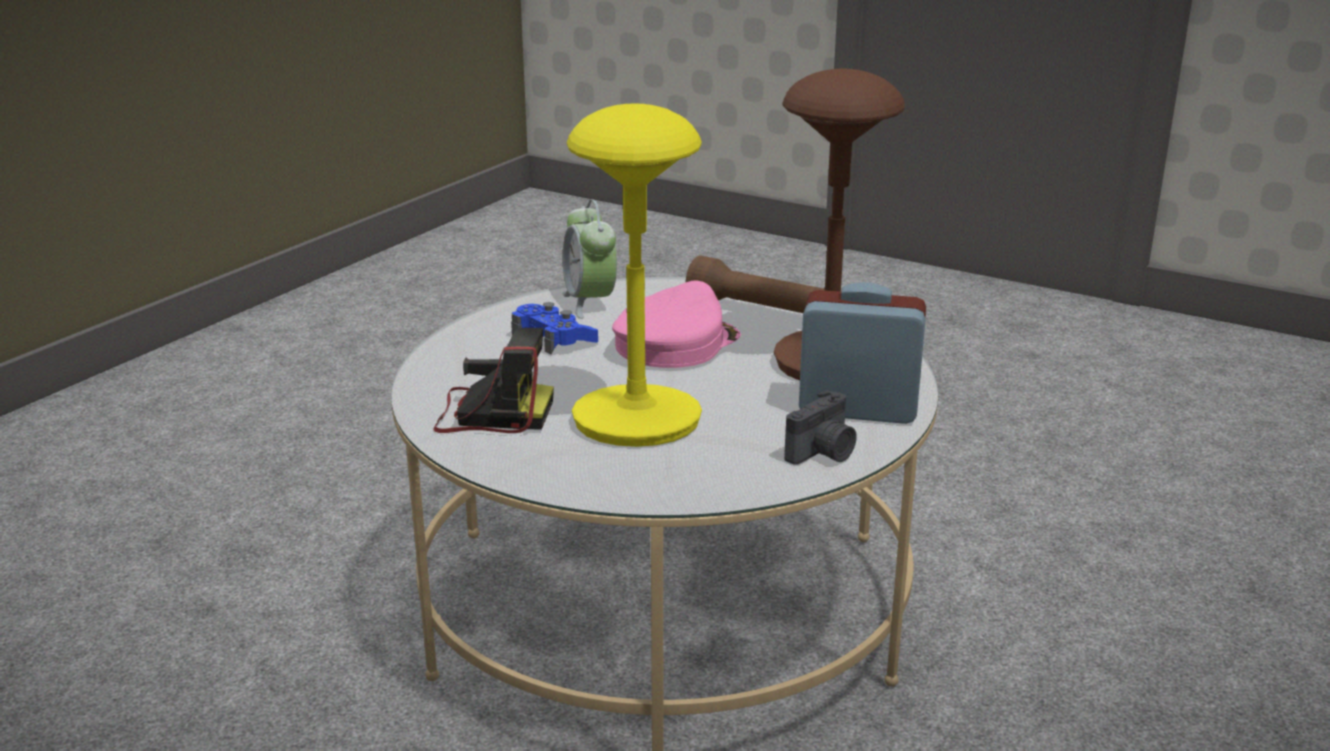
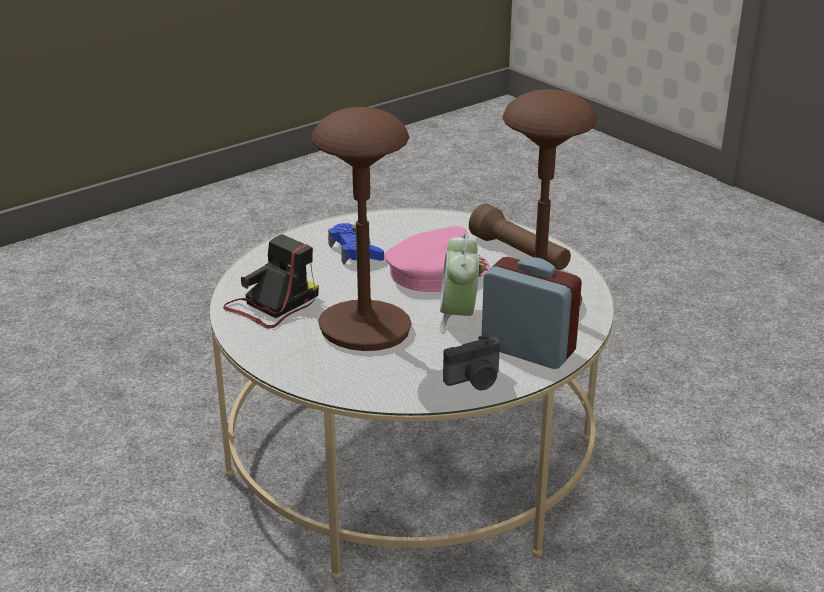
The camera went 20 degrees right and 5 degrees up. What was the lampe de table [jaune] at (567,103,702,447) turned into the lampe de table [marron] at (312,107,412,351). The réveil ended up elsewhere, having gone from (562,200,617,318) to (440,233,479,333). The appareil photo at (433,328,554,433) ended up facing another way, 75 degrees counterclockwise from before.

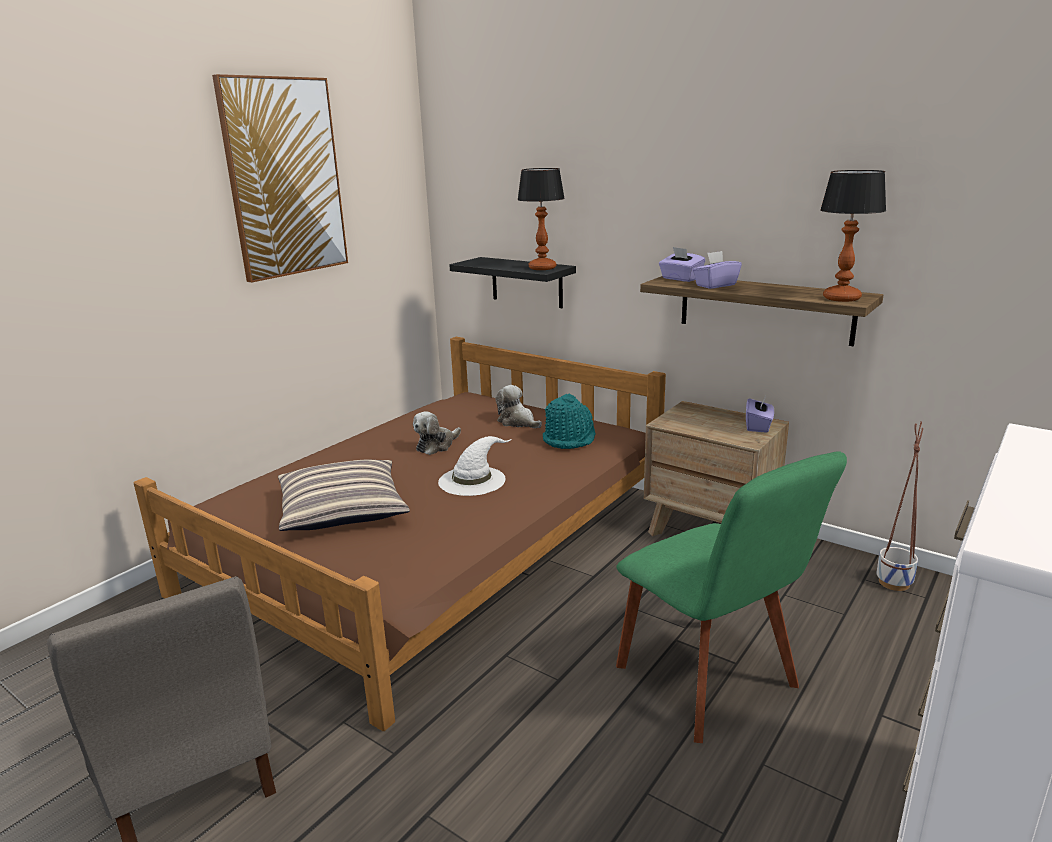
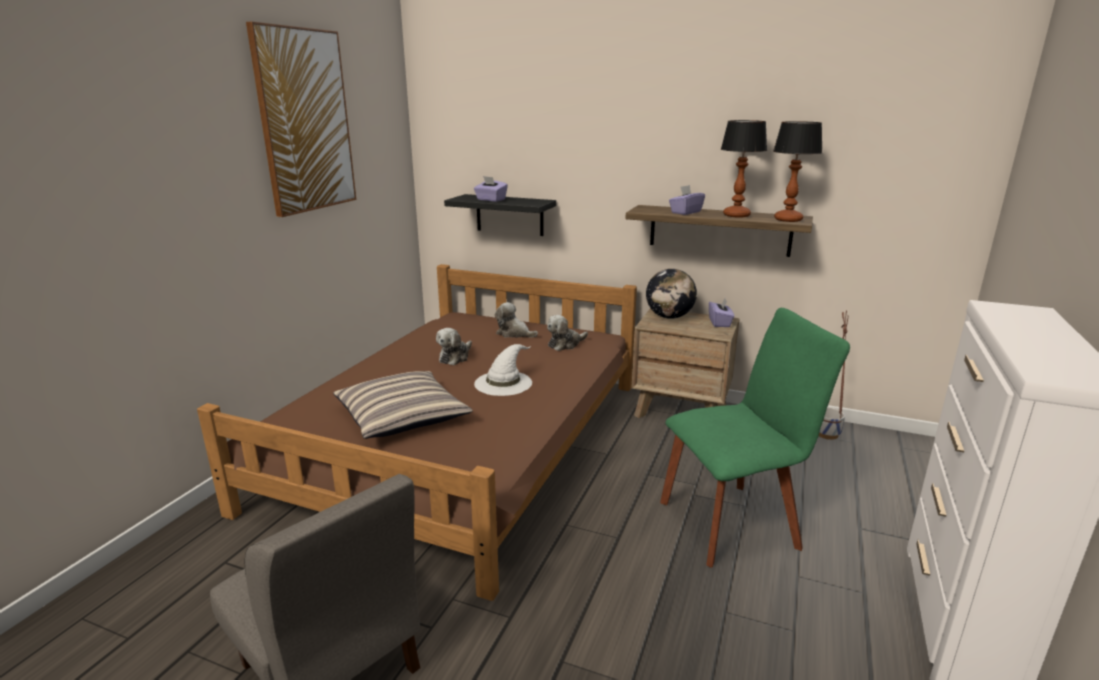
The camera went 15 degrees left and 0 degrees up. The lampe de table ended up elsewhere, having gone from (517,168,565,270) to (721,120,767,218). The boîte à mouchoirs [violet] ended up elsewhere, having gone from (659,247,706,282) to (474,176,508,202). Where the chapeau [turquoise] stood at (543,393,596,449), the peluche came to stand at (547,315,588,351). The chaise [vert] at (616,451,847,743) ended up facing another way, 60 degrees counterclockwise from before. The second view gained the globe at (646,269,697,319).

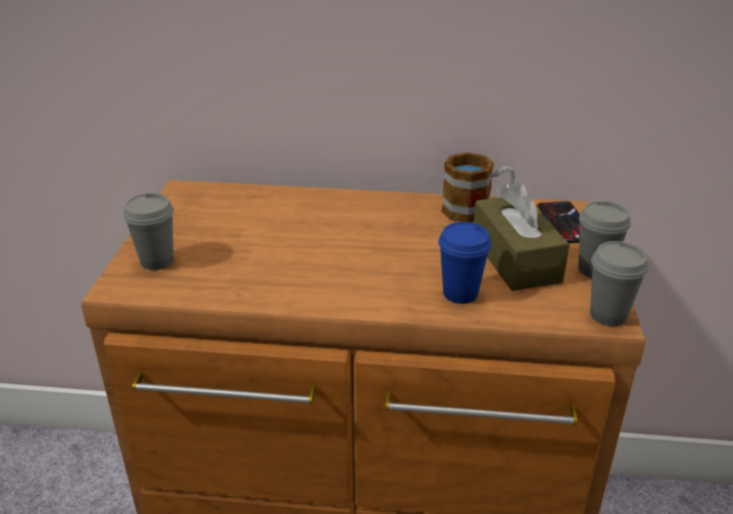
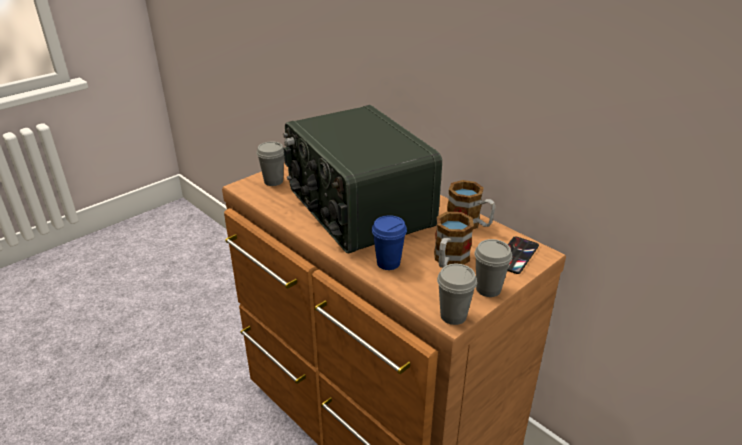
The camera went 40 degrees right and 0 degrees up. Where the boîte à mouchoirs [marron] stood at (474,181,570,291), the mug came to stand at (434,212,474,268). The second view gained the radio at (283,105,442,253).

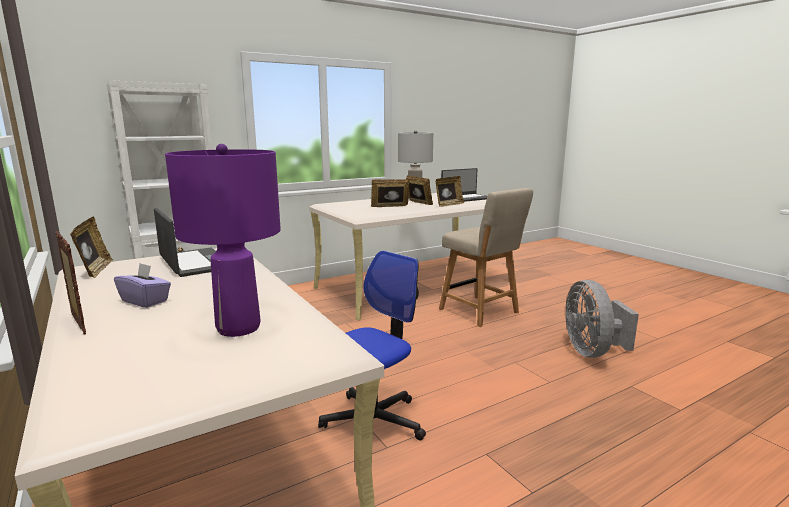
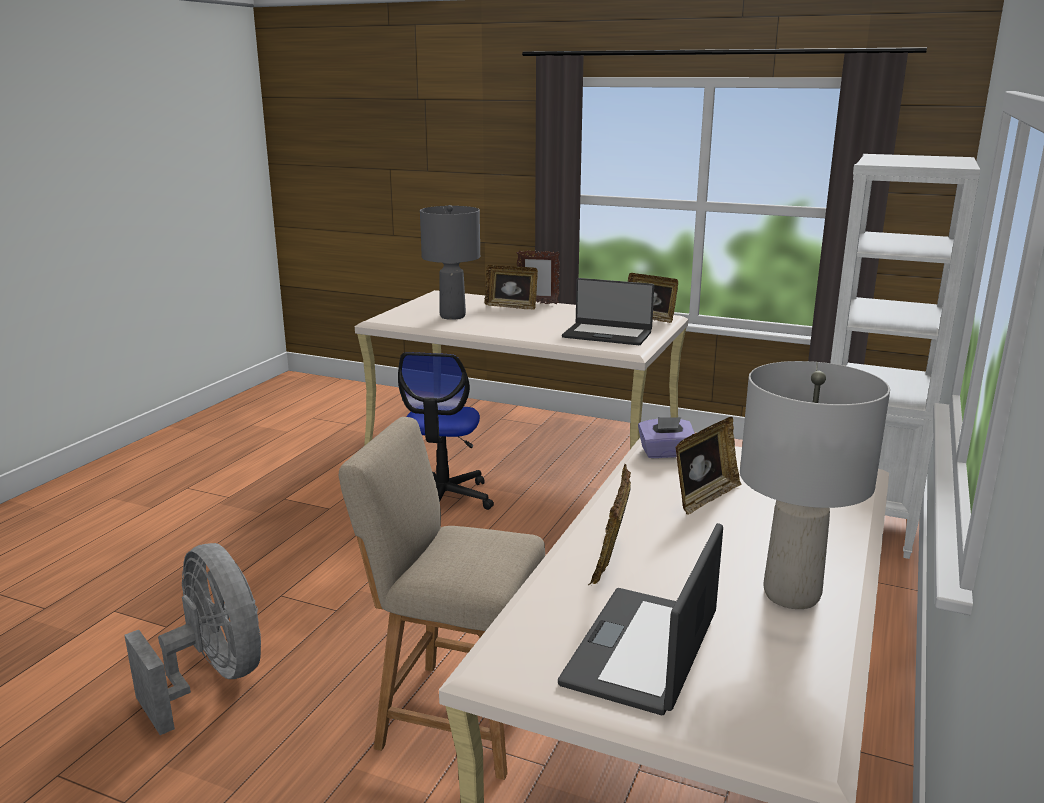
The camera went 145 degrees right and 5 degrees up. What was the lampe de table [violet] at (165,144,281,337) turned into the lampe de table [gris] at (420,205,480,320). The cadre photo ended up elsewhere, having gone from (406,175,433,205) to (485,265,538,310). The boîte à mouchoirs [violet] ended up elsewhere, having gone from (114,263,171,308) to (638,417,695,458).

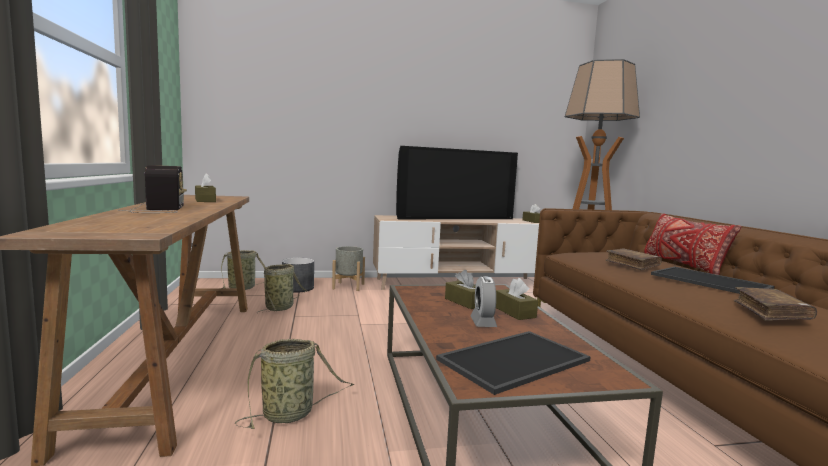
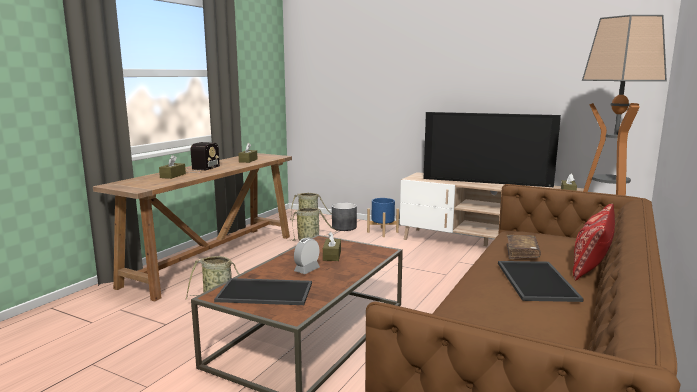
The camera went 40 degrees right and 5 degrees up. What was the cache-pot [gris] at (332,246,365,291) turned into the cache-pot [bleu] at (367,198,399,237). The boîte à mouchoirs [marron] ended up elsewhere, having gone from (496,278,538,320) to (159,155,186,179). The second view lost the livre [marron] at (734,287,817,321).

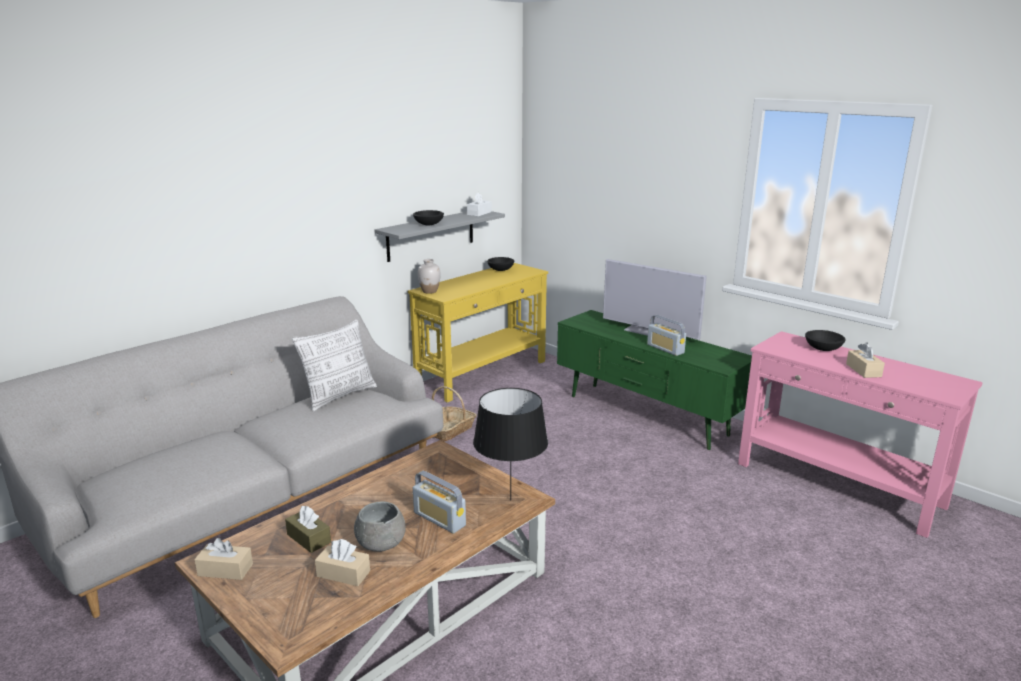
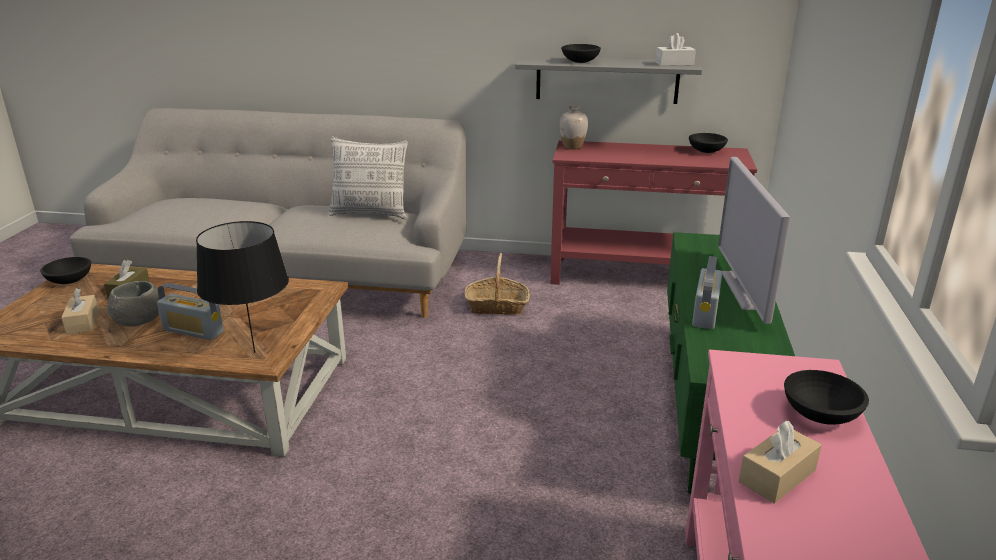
The camera went 55 degrees right and 5 degrees up. What was the table console [jaune] at (408,263,548,403) turned into the table console [rouge] at (550,140,757,285). The radio at (413,471,466,533) ended up facing another way, 75 degrees counterclockwise from before. Where the boîte à mouchoirs [beige] stood at (194,538,253,580), the bol [noir] came to stand at (40,257,91,284).

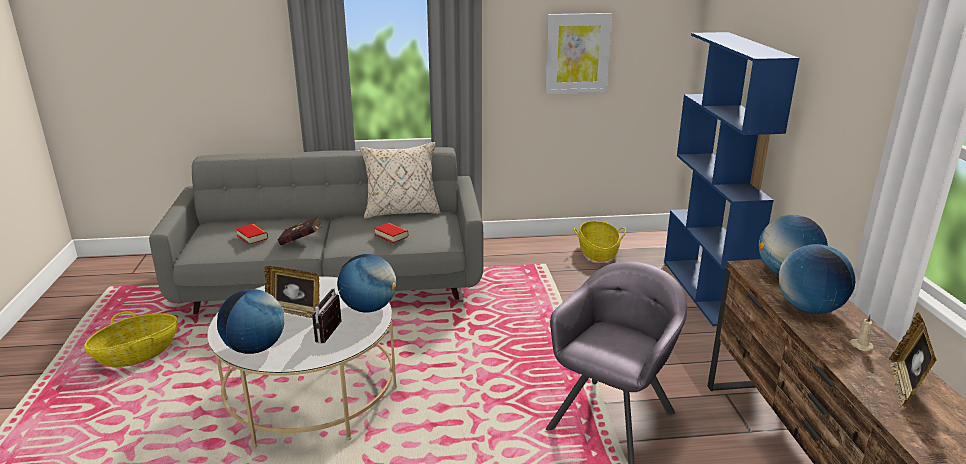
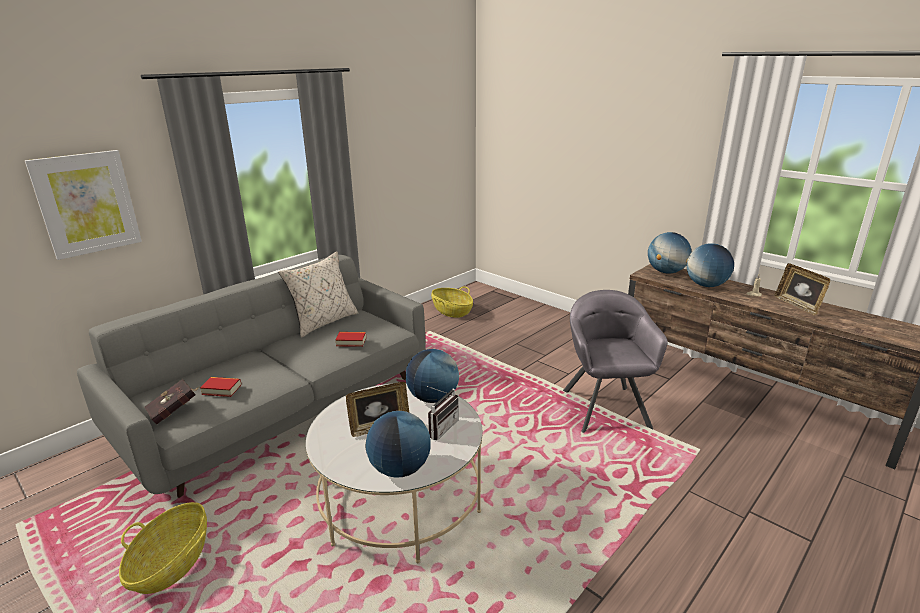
The camera went 40 degrees left and 0 degrees up. The tableau ended up elsewhere, having gone from (545,13,612,94) to (25,150,142,260). The second view lost the bibliothèque [bleu] at (664,32,800,326). The livre [rouge] ended up elsewhere, having gone from (278,217,322,245) to (144,379,199,424). The radio at (312,288,342,344) ended up facing another way, 120 degrees counterclockwise from before.

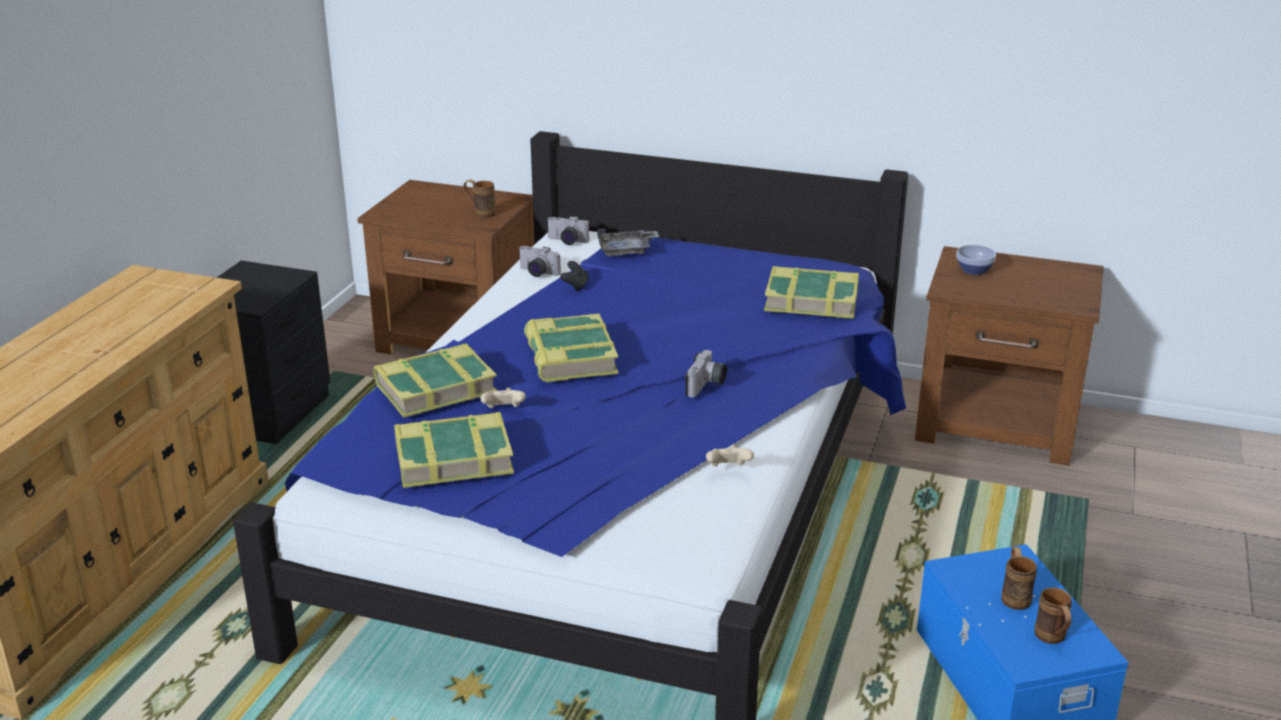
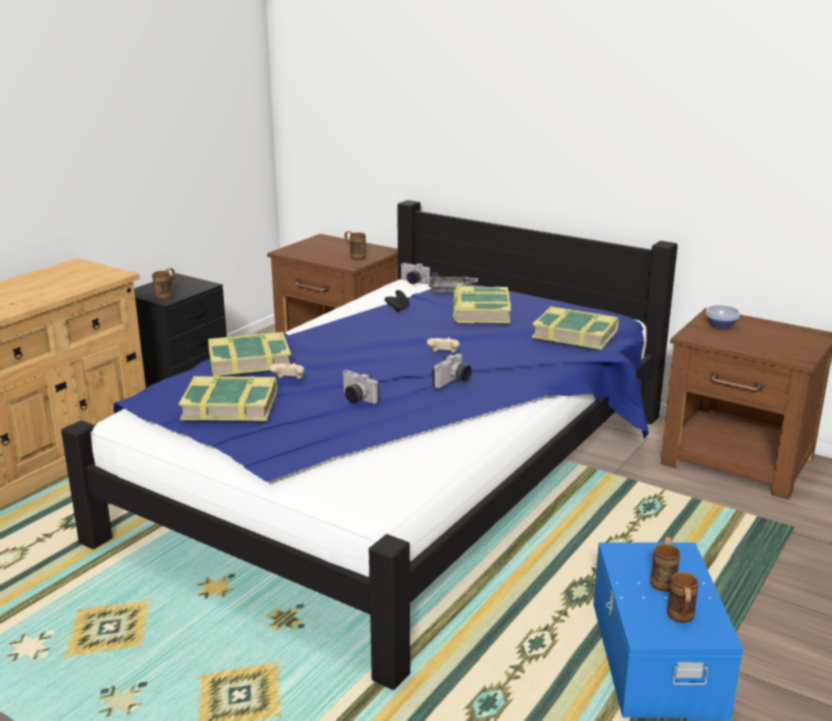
The camera went 15 degrees right and 5 degrees down. The appareil photo ended up elsewhere, having gone from (518,246,561,277) to (342,370,379,404). The livre ended up elsewhere, having gone from (524,314,618,382) to (453,286,511,323). The manette [beige] ended up elsewhere, having gone from (706,445,754,467) to (427,338,460,353). The second view gained the mug [marron] at (152,268,175,301).

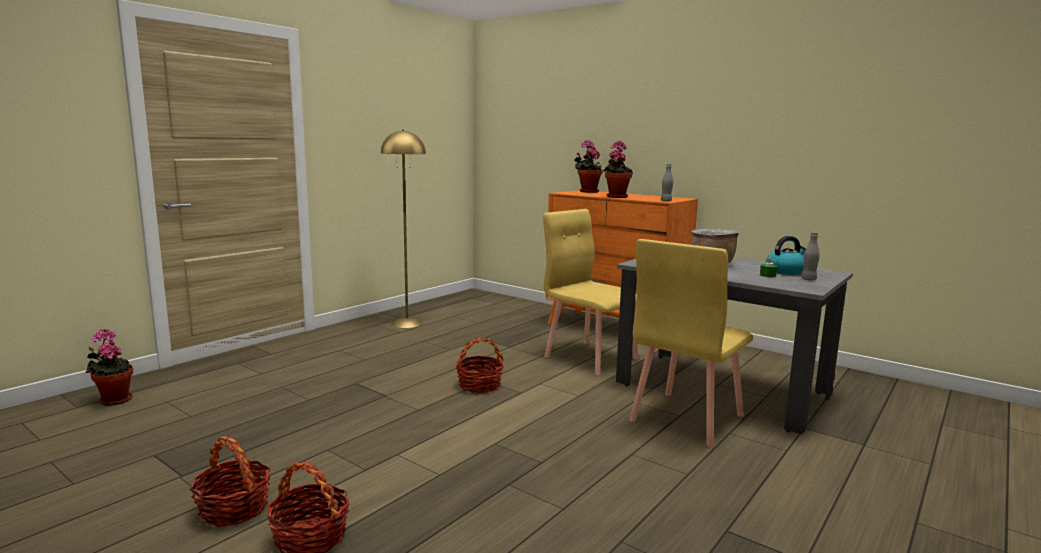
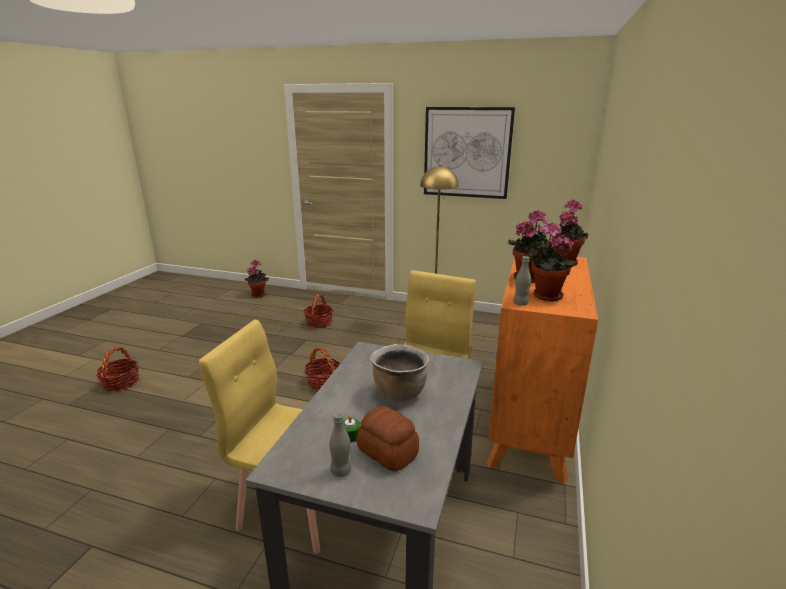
The camera went 70 degrees right and 10 degrees up. Where the bouilloire stood at (766,236,806,275), the pain came to stand at (357,406,419,471). The panier ended up elsewhere, having gone from (190,437,271,527) to (303,293,333,328). The second view gained the tableau at (424,107,515,199). The second view gained the plante en pot at (528,222,577,301).

